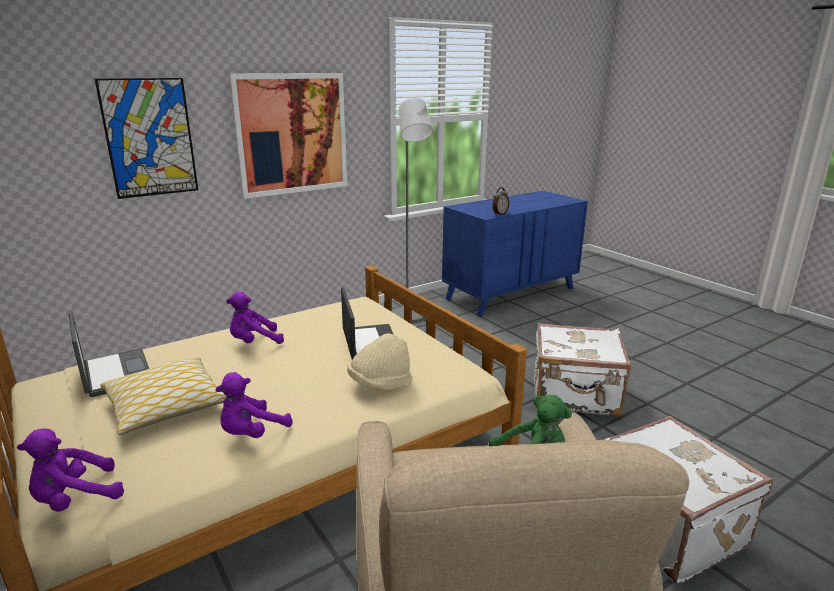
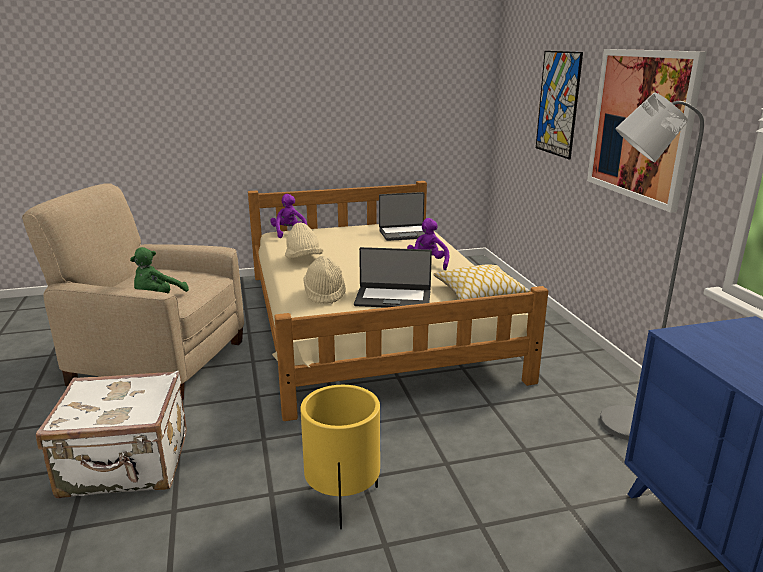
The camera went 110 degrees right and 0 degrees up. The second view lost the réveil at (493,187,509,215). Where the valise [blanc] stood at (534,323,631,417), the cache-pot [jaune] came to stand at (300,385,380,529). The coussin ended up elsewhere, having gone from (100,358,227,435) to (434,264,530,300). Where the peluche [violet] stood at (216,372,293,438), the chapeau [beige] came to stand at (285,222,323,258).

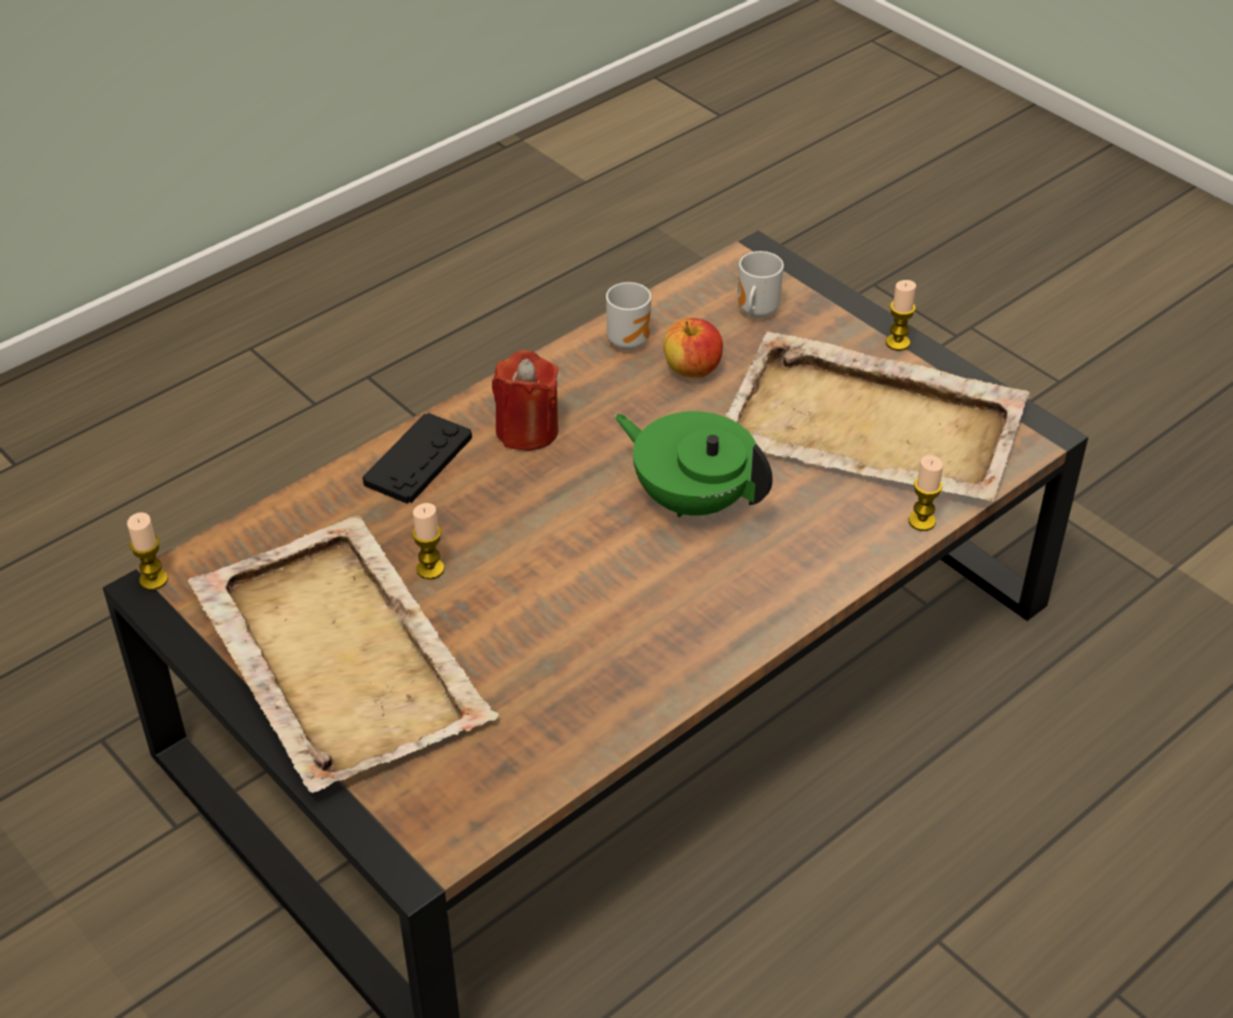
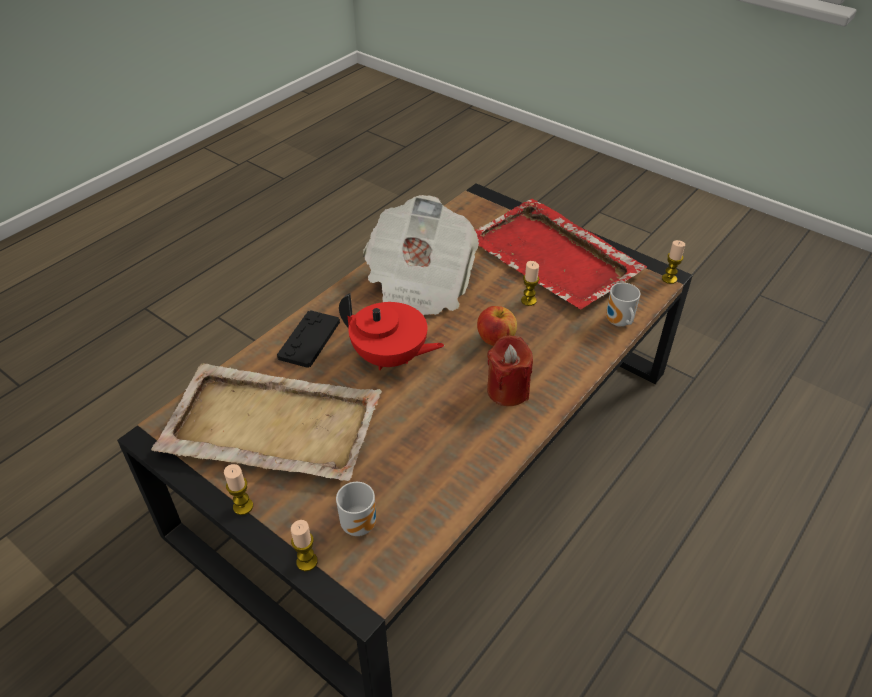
The camera went 170 degrees right and 0 degrees up. The mug ended up elsewhere, having gone from (606,282,651,350) to (606,283,640,326). The pomme ended up elsewhere, having gone from (663,318,723,378) to (477,306,517,346). What was the théière [vert] at (615,411,773,518) turned into the théière [rouge] at (339,293,444,370). The manette [noir] ended up elsewhere, having gone from (363,413,472,504) to (277,310,340,368). The bougie ended up elsewhere, having gone from (909,455,943,531) to (291,520,318,571). What was the plateau [beige] at (188,516,499,793) turned into the plateau [rouge] at (475,199,647,309). The second view gained the journal at (363,195,479,315).

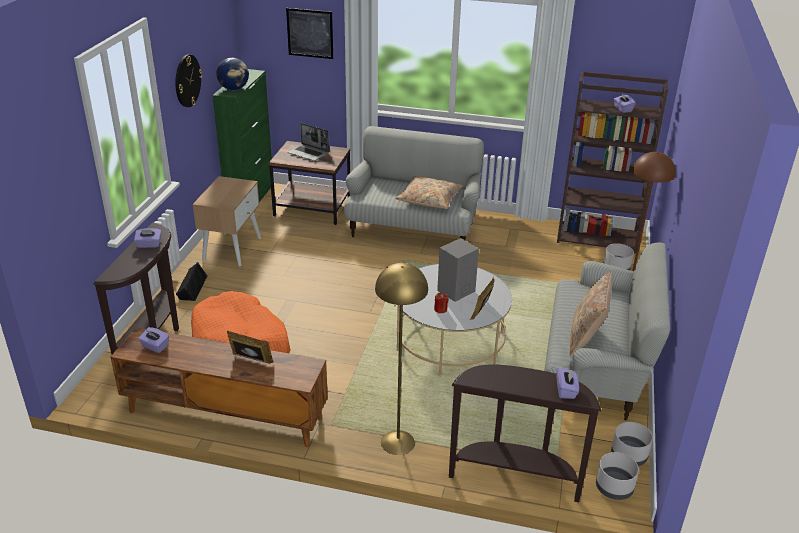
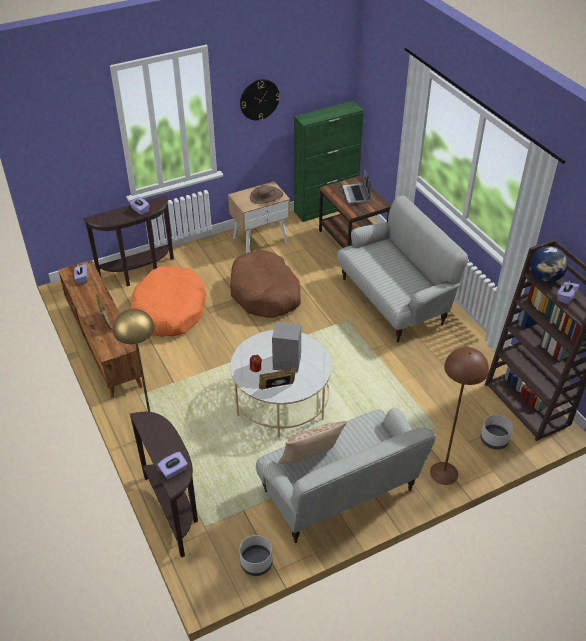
The camera went 50 degrees right and 10 degrees up. The second view lost the tableau at (286,8,333,59). The globe ended up elsewhere, having gone from (216,58,249,90) to (530,246,568,283). The second view lost the coussin [beige] at (395,176,464,209). The second view lost the enceinte [noir] at (176,262,208,301). The second view lost the cache-pot [gris] at (596,452,639,500). The second view gained the chapeau [marron] at (250,185,283,204). The second view gained the panier pour chien [marron] at (230,250,301,318).

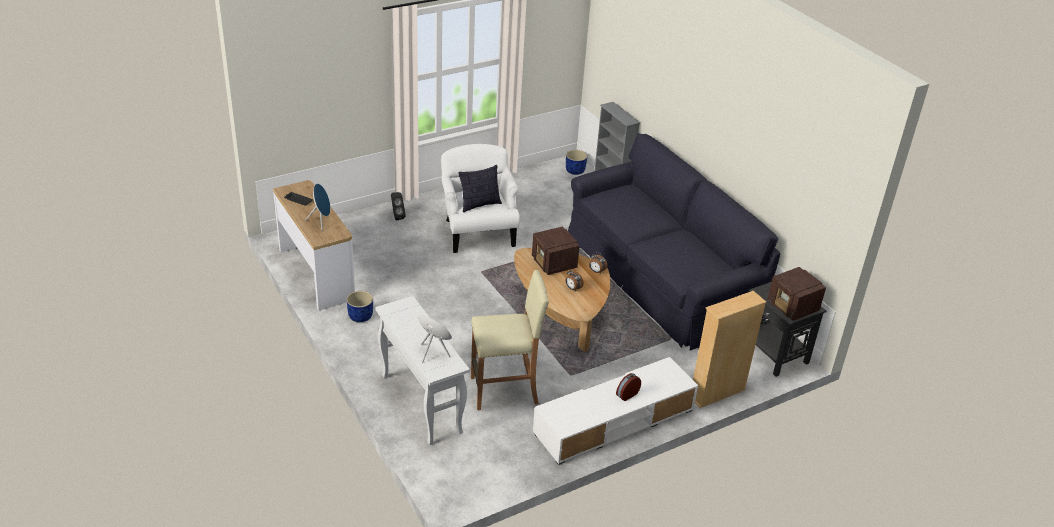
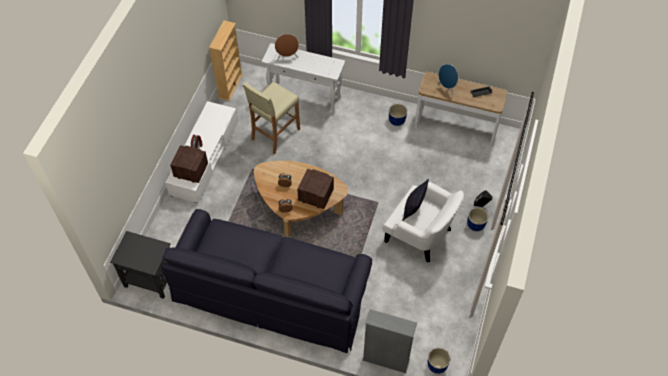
The camera went 140 degrees right and 20 degrees up. The radio ended up elsewhere, having gone from (768,267,826,321) to (170,145,208,183). The bibliothèque [beige] ended up elsewhere, having gone from (693,291,766,408) to (209,20,243,101). The second view gained the cache-pot [bleu] at (467,208,488,231).

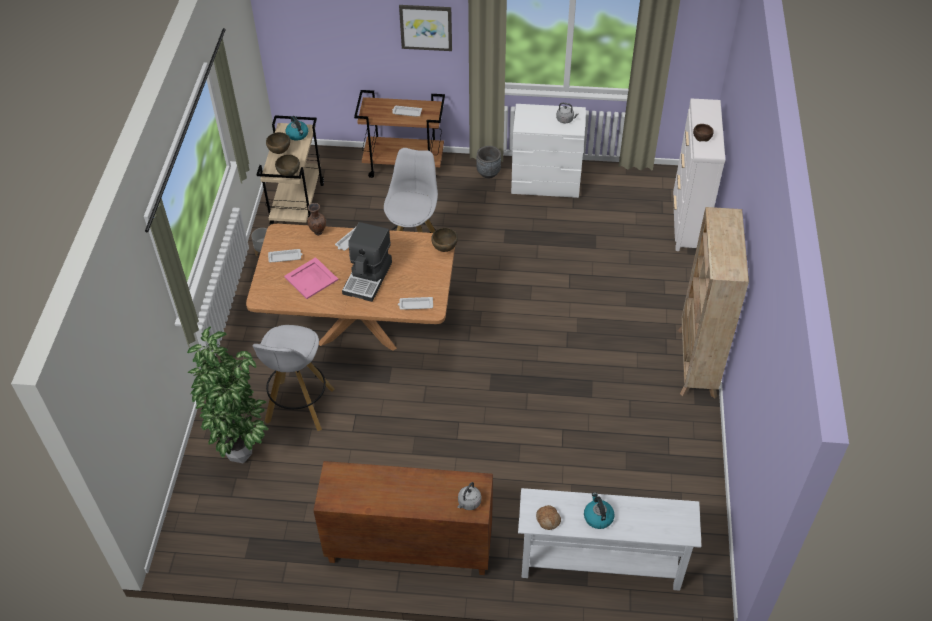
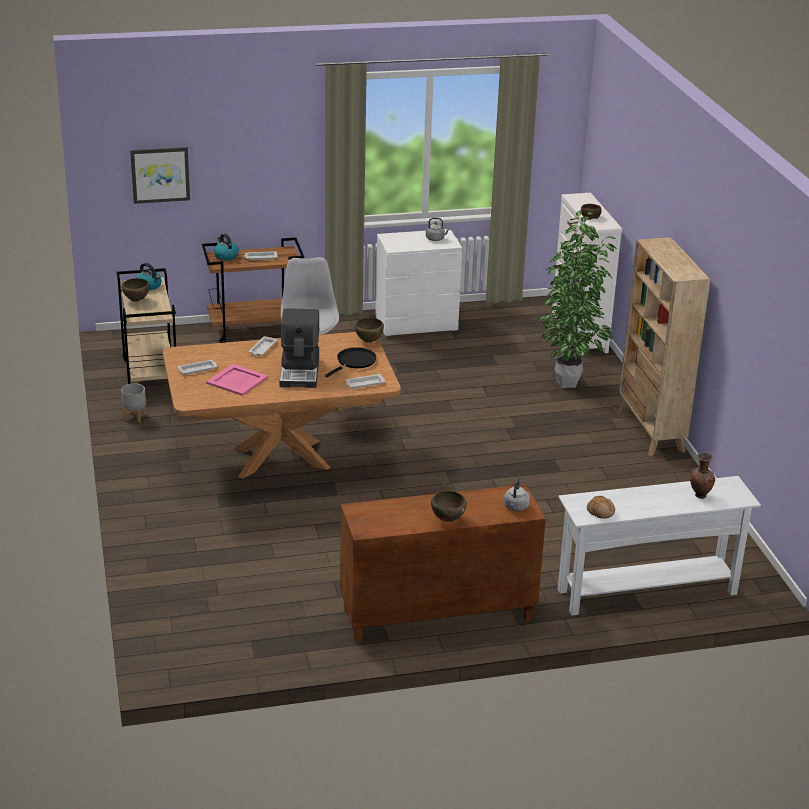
The camera went 20 degrees left and 20 degrees down. The tableau ended up elsewhere, having gone from (399,5,452,51) to (130,147,190,204). The second view lost the cache-pot [gris] at (477,146,501,178). The bol [marron] ended up elsewhere, having gone from (275,154,300,176) to (431,491,467,522). The vase [marron] ended up elsewhere, having gone from (307,203,326,236) to (690,452,715,499). The second view lost the tabouret [blanc] at (253,325,335,431). The plante en pot ended up elsewhere, having gone from (187,327,269,464) to (538,210,616,388). The bouilloire ended up elsewhere, having gone from (584,492,615,529) to (214,234,239,260). The second view gained the poêle [noir] at (325,347,377,377).

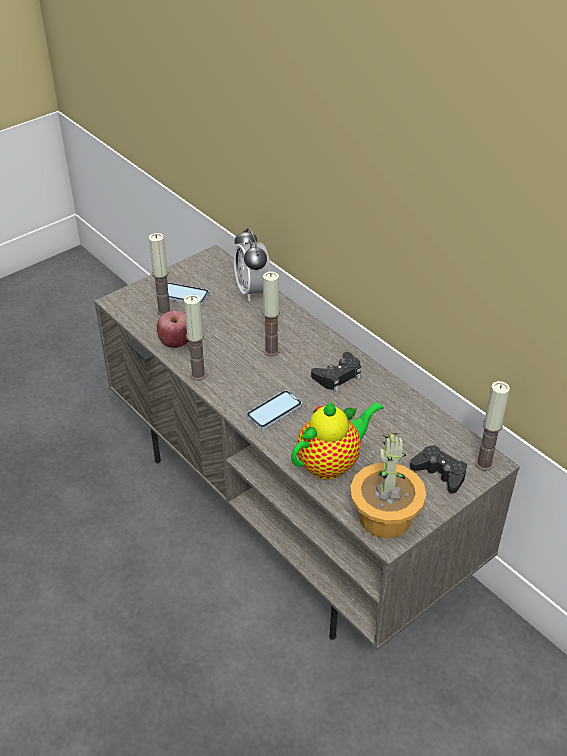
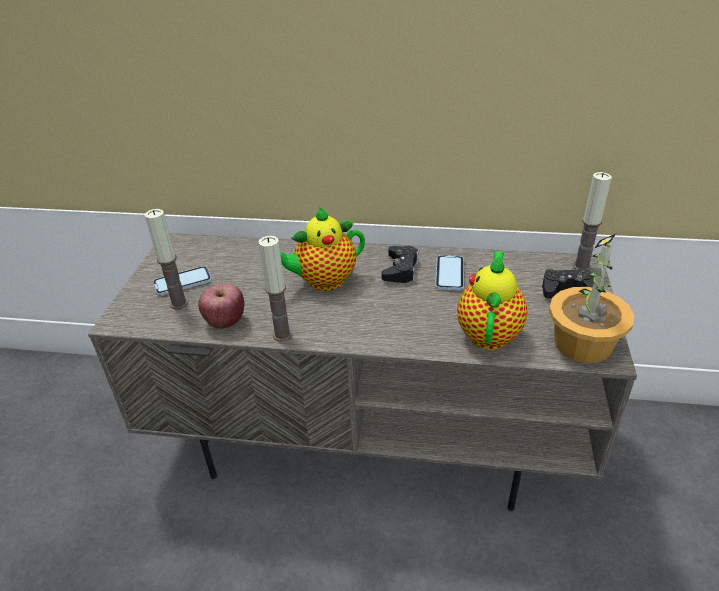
The camera went 40 degrees left and 5 degrees down. The second view lost the réveil at (234,228,271,301). Where the bougie stood at (263,271,280,356), the théière came to stand at (280,206,365,291). The téléphone ended up elsewhere, having gone from (246,390,302,429) to (435,255,464,290).

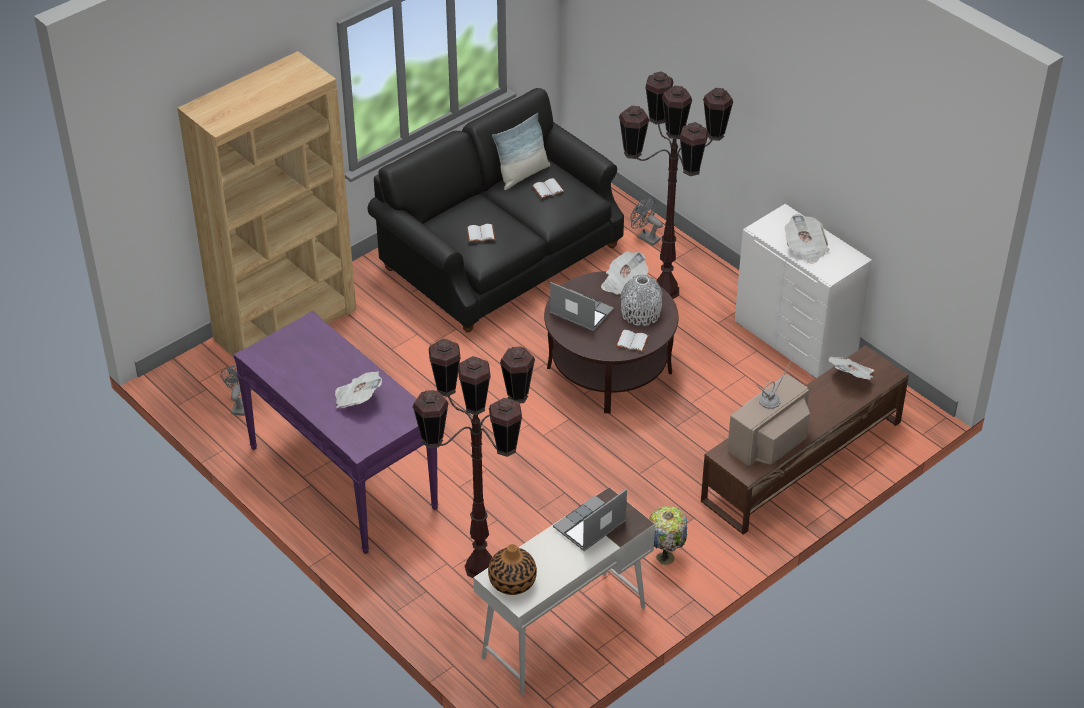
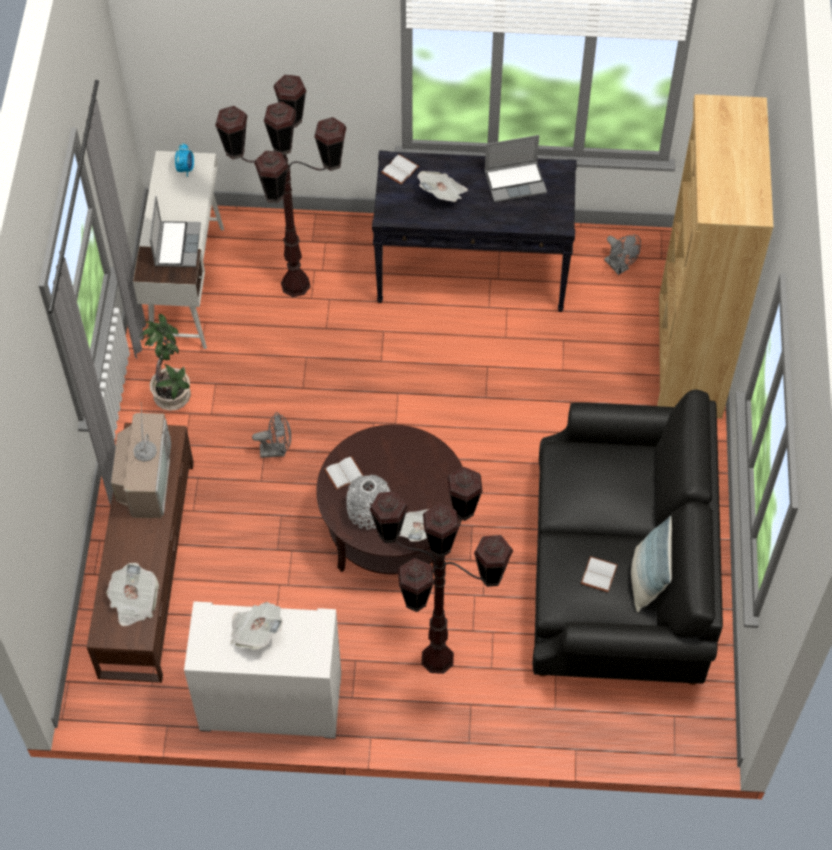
The camera went 135 degrees right and 15 degrees up. The ventilateur [gris] ended up elsewhere, having gone from (630,198,663,246) to (252,412,291,458). The livre [blanc] ended up elsewhere, having gone from (466,224,496,242) to (381,154,419,185). The ordinateur portable ended up elsewhere, having gone from (550,282,614,331) to (484,135,547,202). What was the table console [violet] at (233,311,439,554) turned into the table console [noir] at (372,150,577,312). Where the lampe de table stood at (649,506,687,565), the plante en pot came to stand at (139,314,191,411). Where the vase stood at (488,544,537,595), the réveil came to stand at (175,143,194,177).

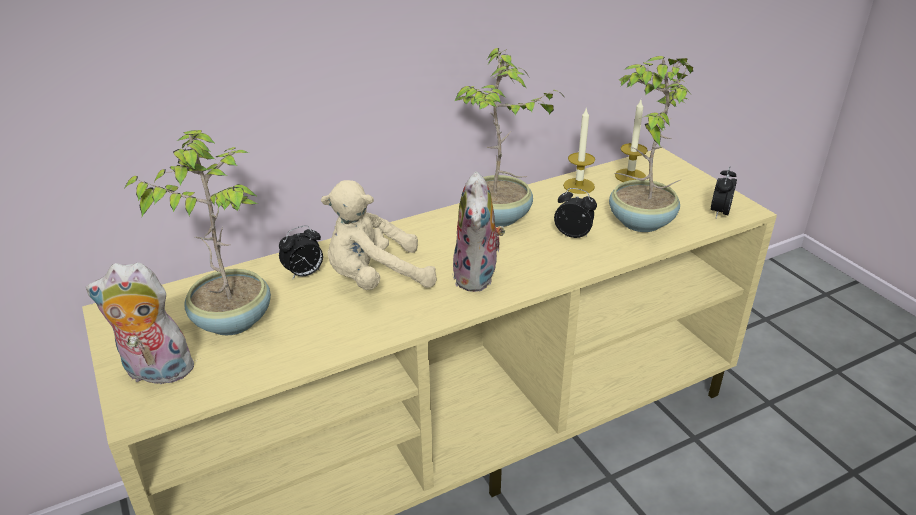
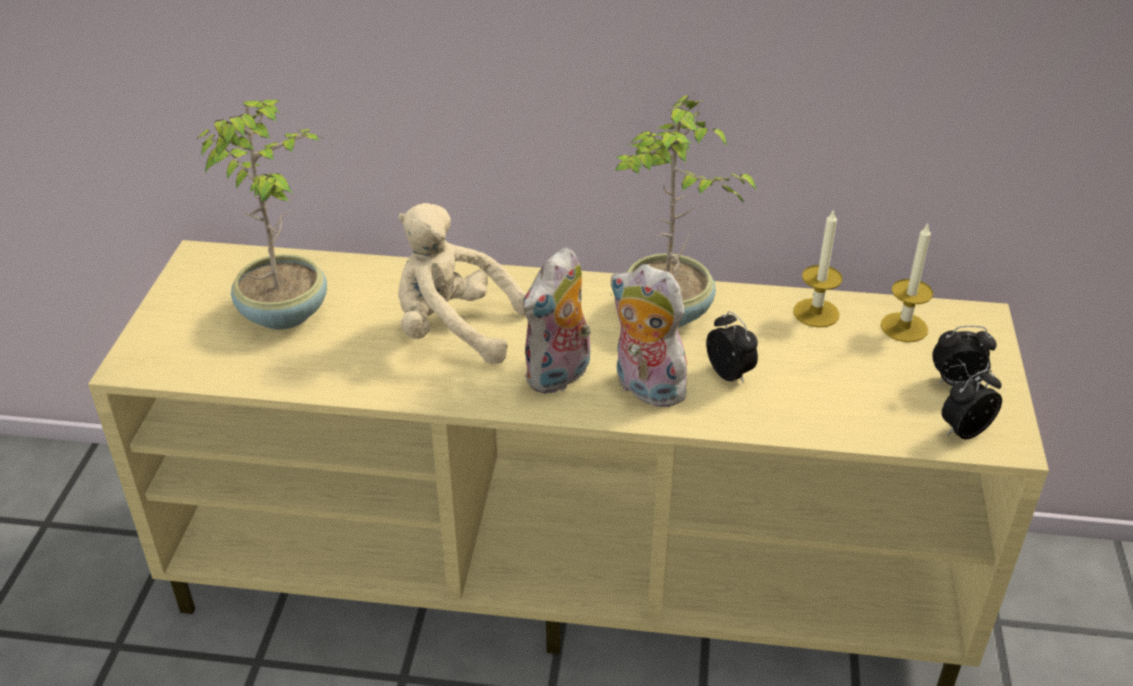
The camera went 35 degrees right and 5 degrees up. The second view lost the plante en pot at (609,56,693,232). The réveil ended up elsewhere, having gone from (279,225,323,280) to (932,326,997,386). The peluche ended up elsewhere, having gone from (86,262,194,384) to (610,264,687,407).

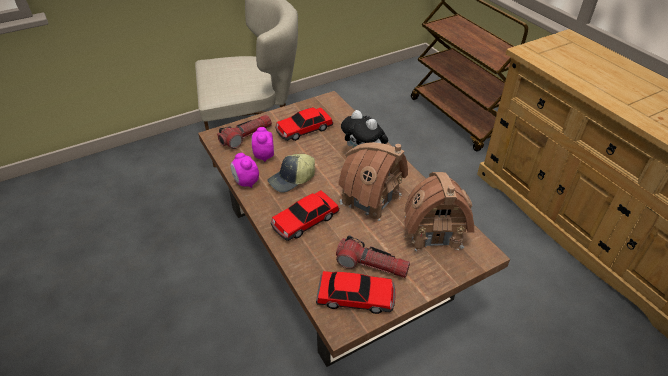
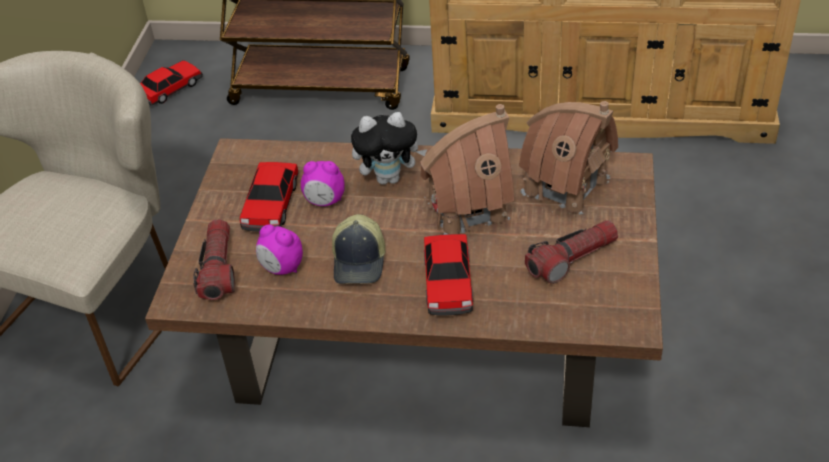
The camera went 50 degrees left and 0 degrees up. The réveil ended up elsewhere, having gone from (230,153,259,188) to (301,161,345,206). The petite voiture ended up elsewhere, having gone from (316,271,396,314) to (140,60,203,106).

